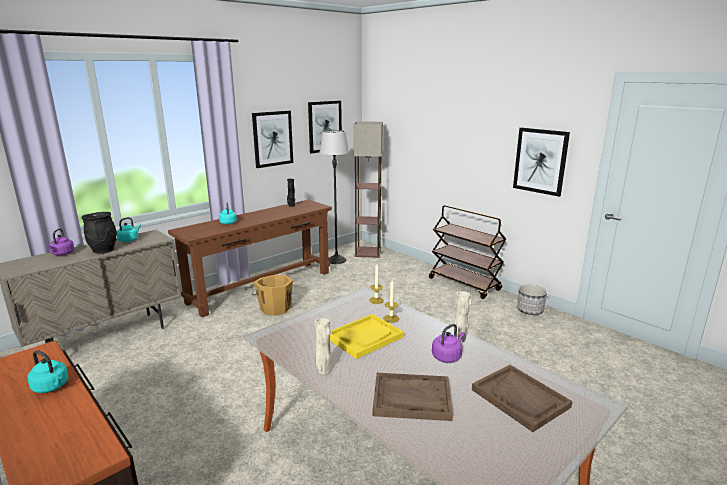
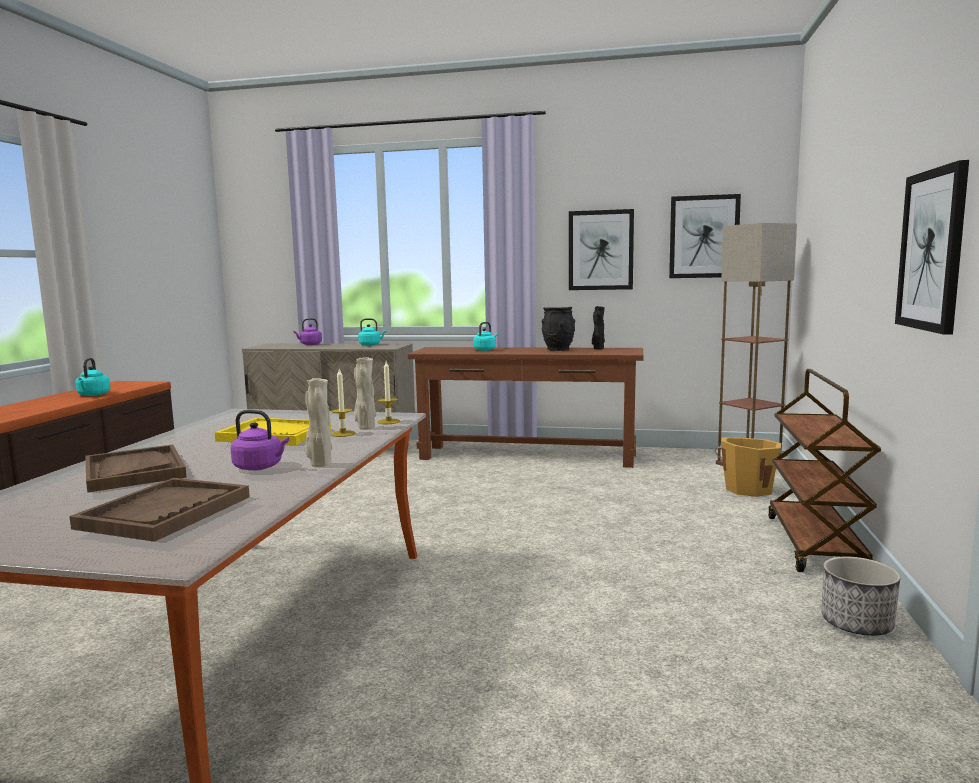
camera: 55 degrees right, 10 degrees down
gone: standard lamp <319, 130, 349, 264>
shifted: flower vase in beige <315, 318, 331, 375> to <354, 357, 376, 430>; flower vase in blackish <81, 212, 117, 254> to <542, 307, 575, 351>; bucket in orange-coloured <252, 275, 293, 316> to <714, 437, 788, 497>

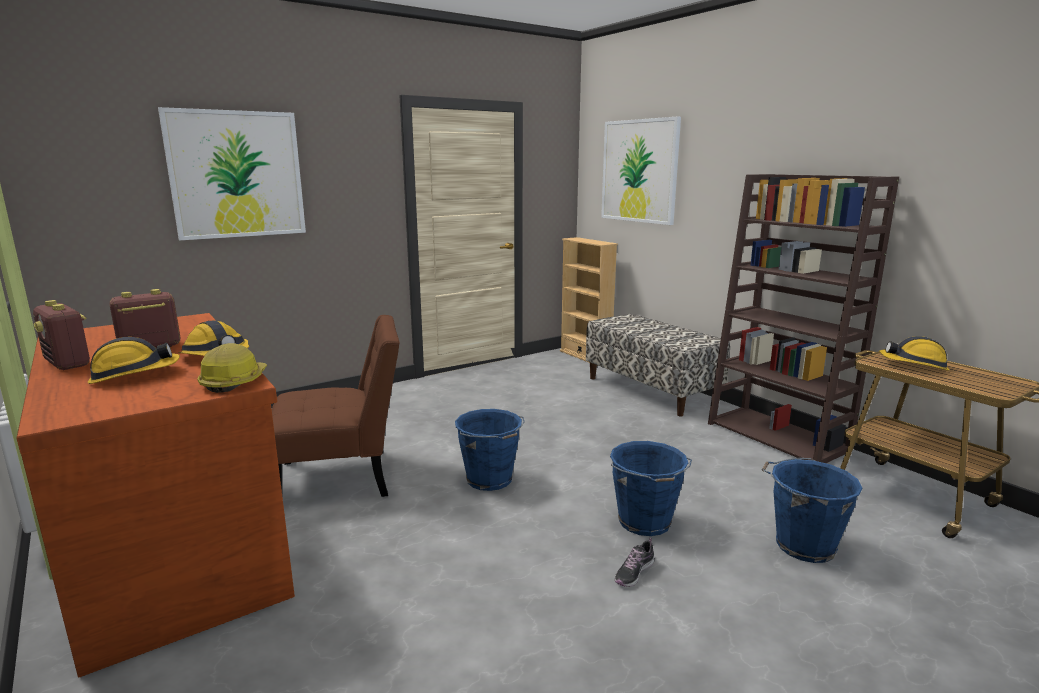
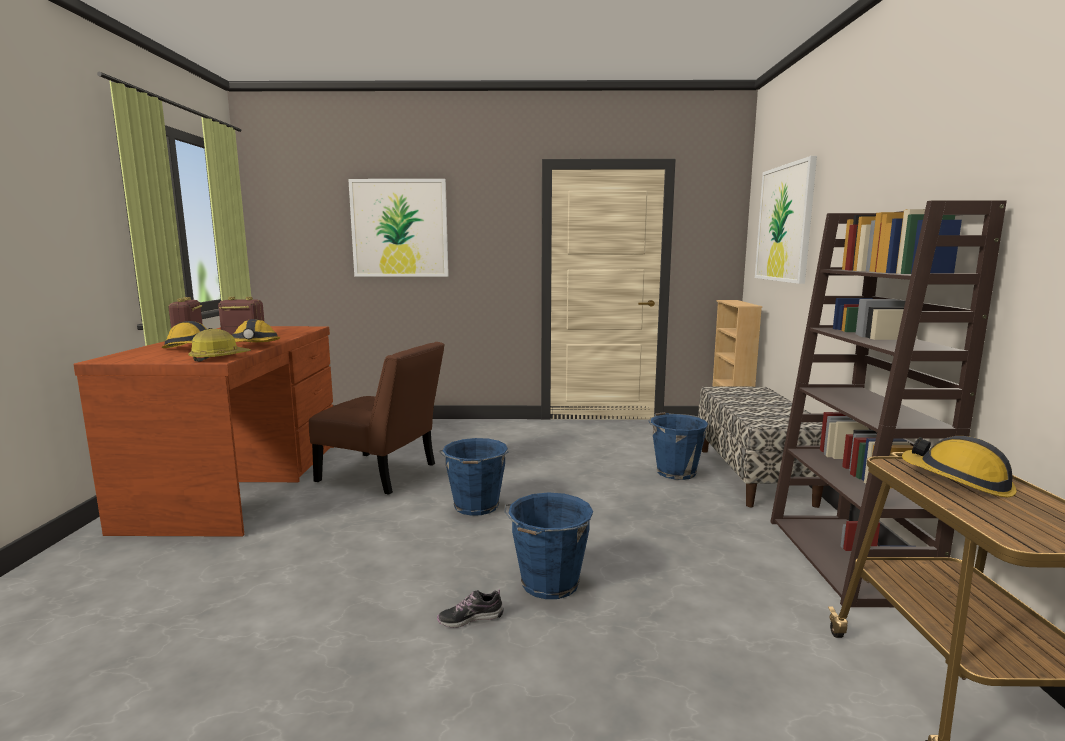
camera: 35 degrees right, 5 degrees down
shifted: bucket in blue-coloured <762, 458, 863, 563> to <649, 412, 708, 480>

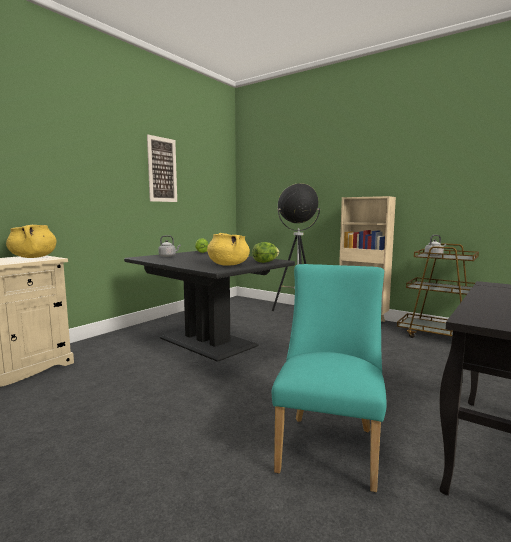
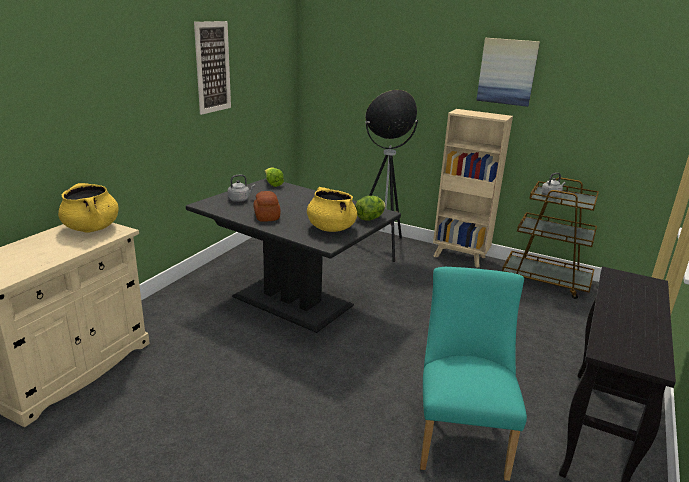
camera: 10 degrees left, 15 degrees up
new: baked bread <253, 191, 281, 222>; picture <476, 38, 540, 107>

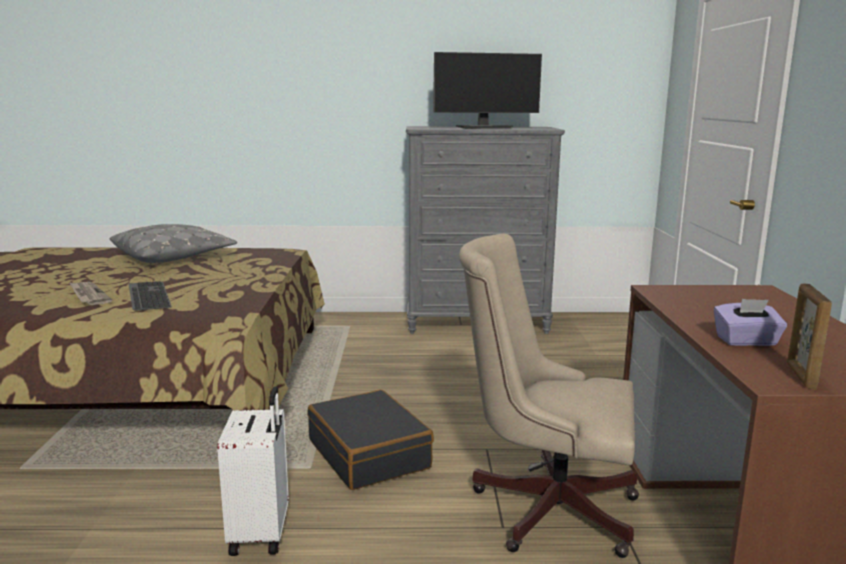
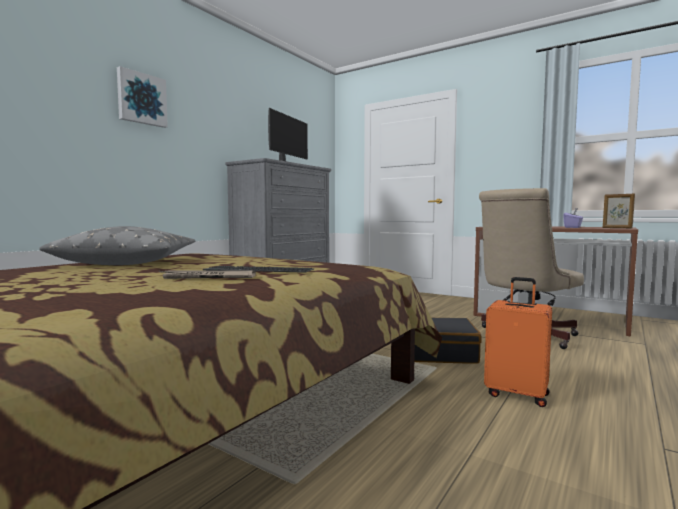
camera: 55 degrees left, 10 degrees down
new: picture <117, 66, 168, 128>
repainted: piece of luggage in whitish <217, 386, 289, 556> to piece of luggage in orange-coloured <484, 277, 552, 407>

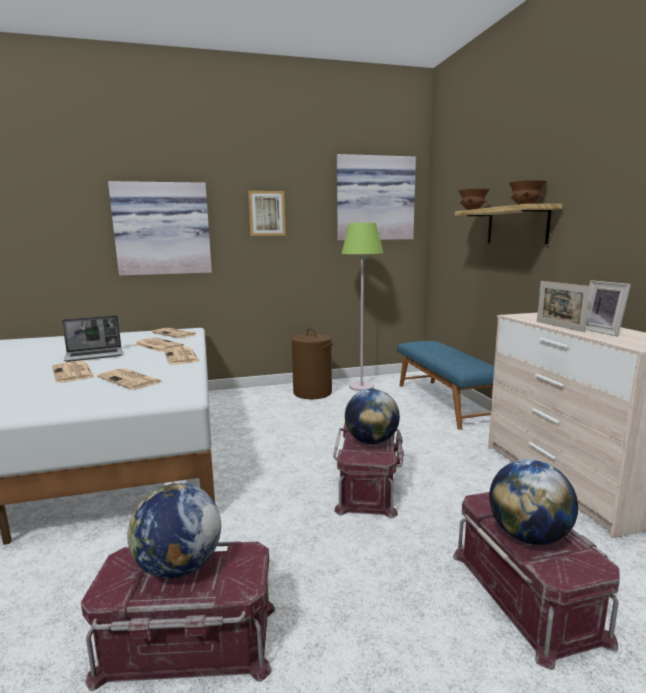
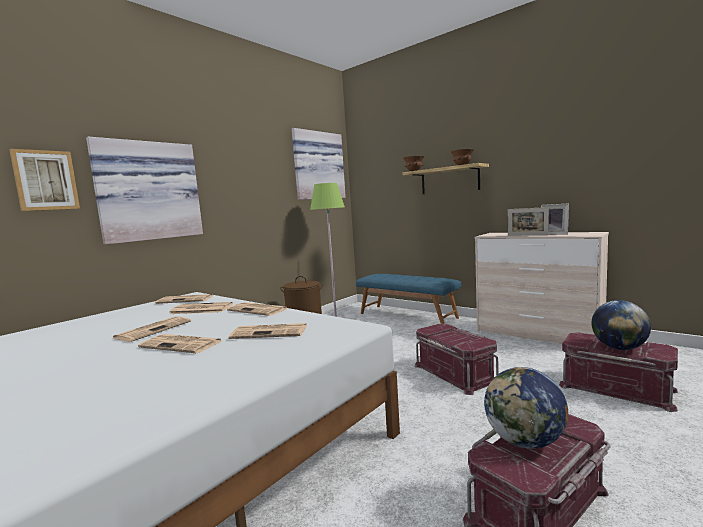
camera: 35 degrees left, 5 degrees down
gone: desk globe <345, 389, 400, 444>
shifted: picture <248, 191, 286, 236> to <9, 149, 80, 211>
swapped: laptop <62, 315, 123, 362> to daily paper <113, 316, 191, 342>

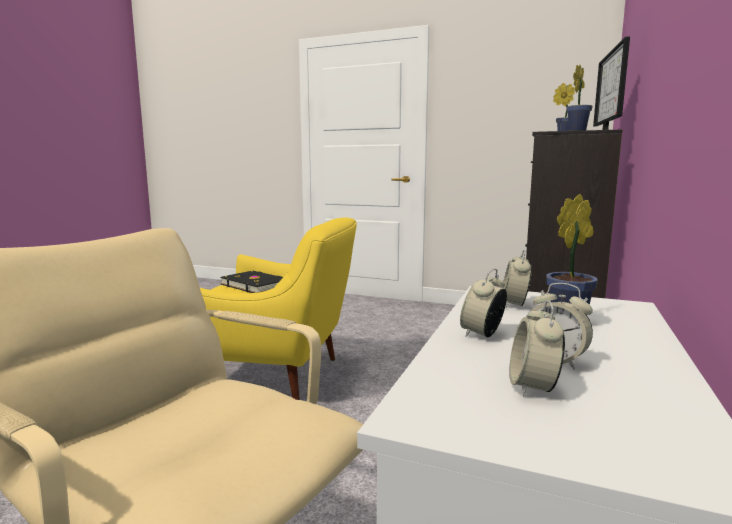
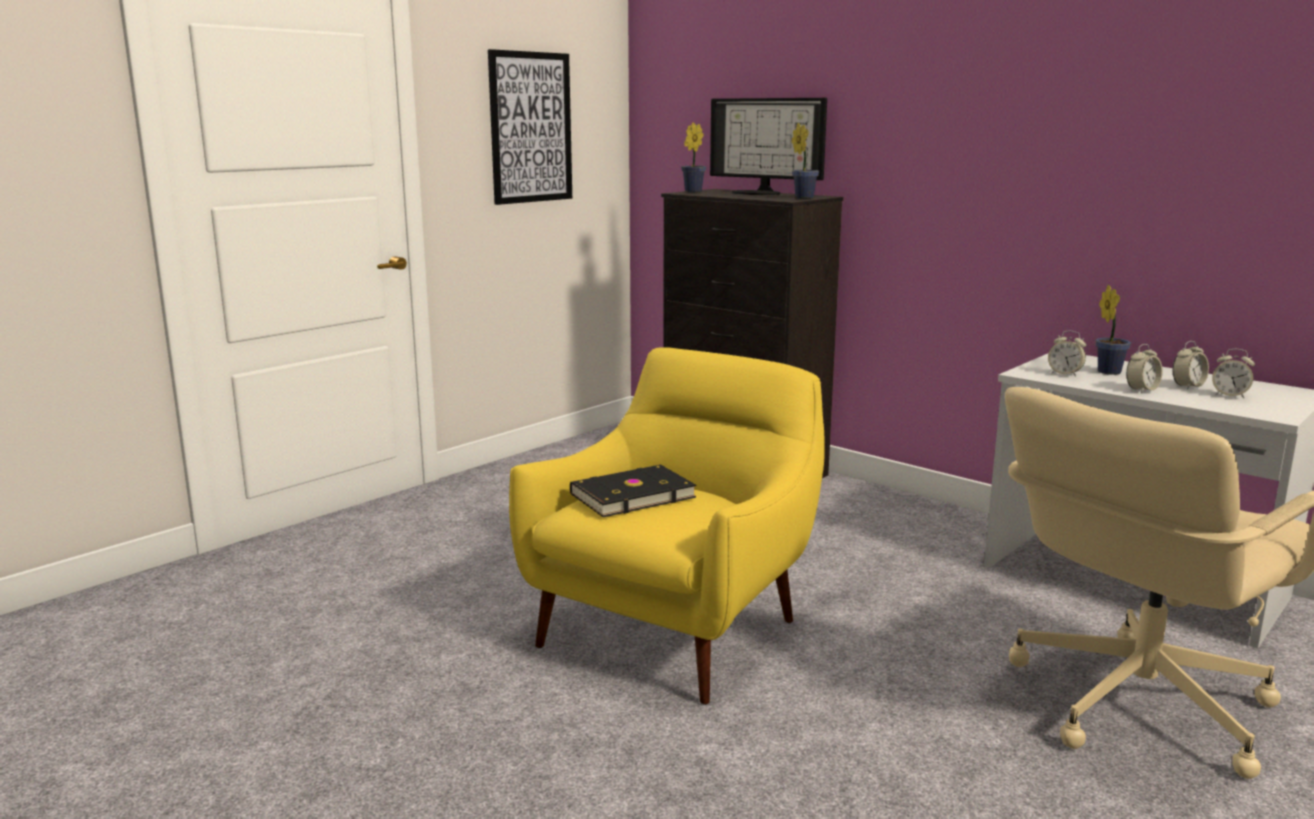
camera: 70 degrees left, 5 degrees up
new: picture <488, 49, 572, 205>
rotated: alarm clock <460, 269, 507, 337> = <1126, 344, 1163, 393> 90 degrees counterclockwise

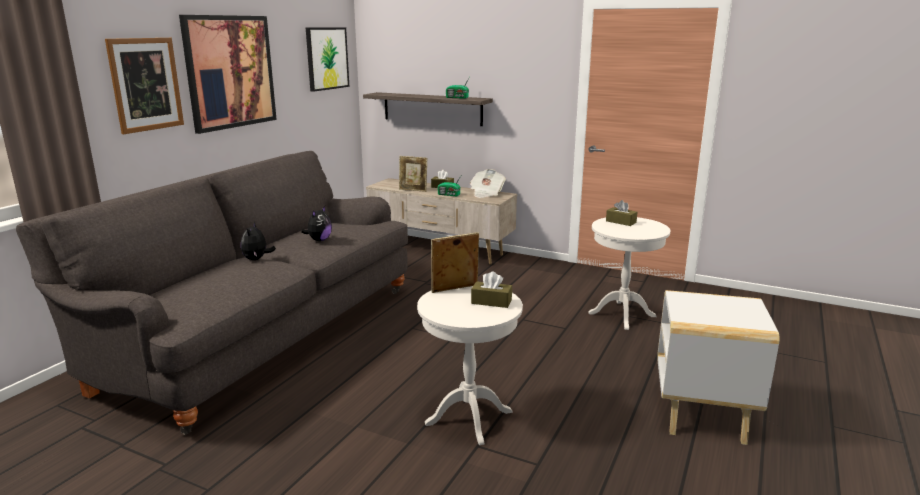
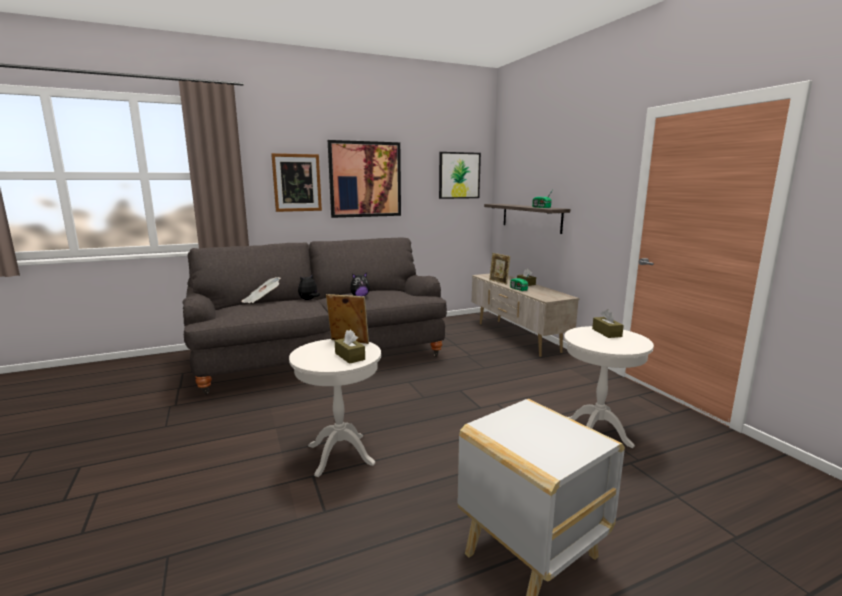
camera: 40 degrees right, 5 degrees down
shifted: daily paper <470, 169, 506, 198> to <241, 277, 281, 303>

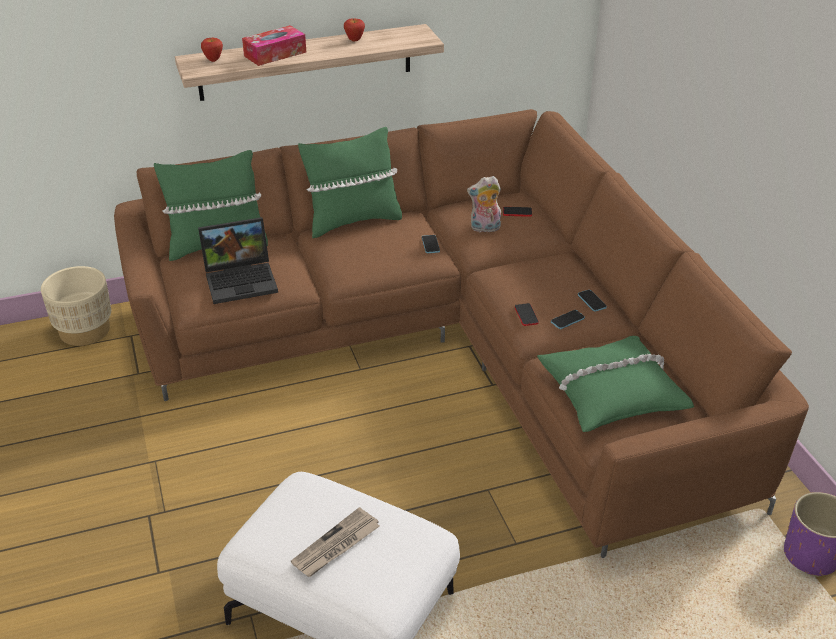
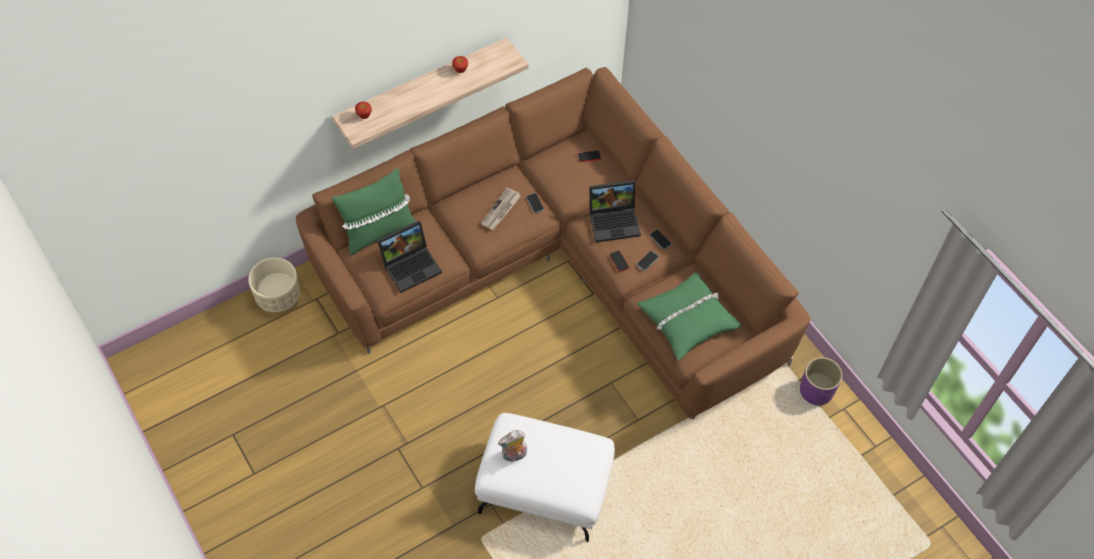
camera: 15 degrees left, 20 degrees up
gone: tissue holder <242, 25, 306, 66>; pillow in greenish <298, 127, 402, 238>
new: laptop <589, 180, 641, 242>
shifted: daily paper <291, 507, 380, 577> to <481, 187, 521, 230>; plush toy <467, 176, 501, 232> to <498, 430, 527, 462>

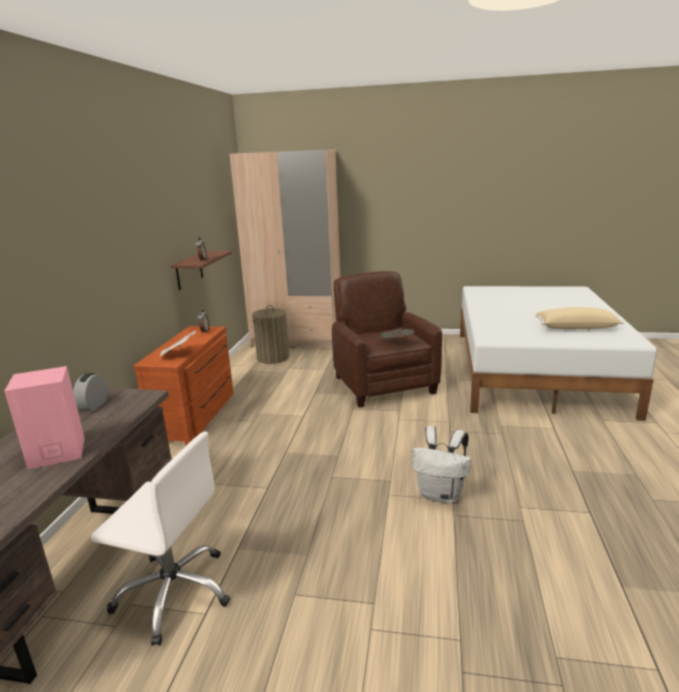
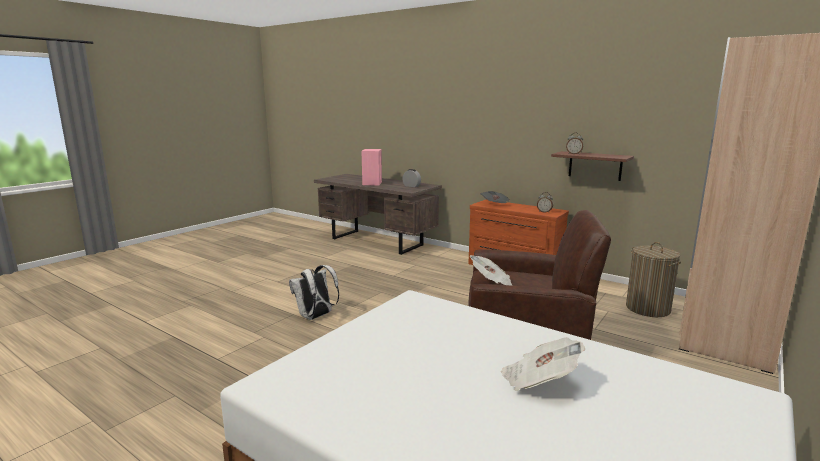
camera: 115 degrees right, 5 degrees down
gone: office chair in whitish <91, 432, 231, 646>; pillow in beige <535, 307, 623, 329>
new: daily paper <501, 337, 585, 391>

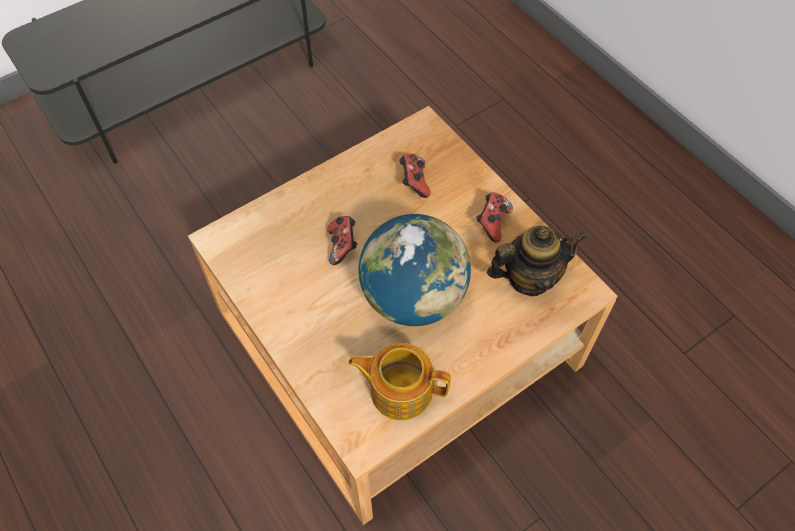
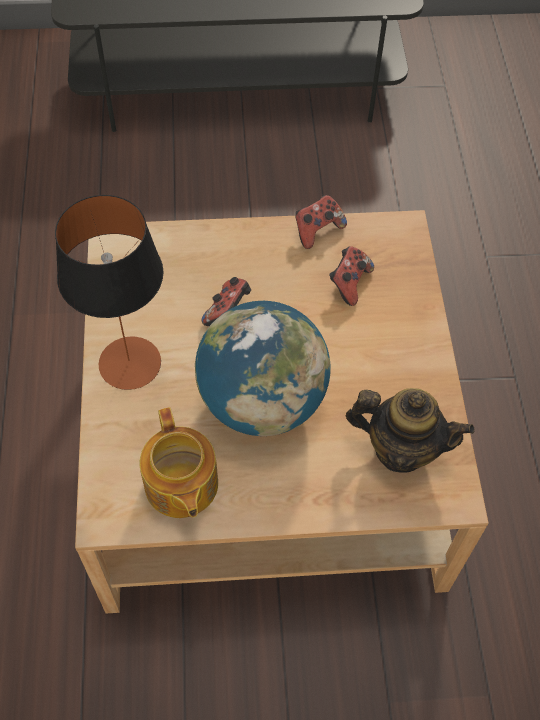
camera: 30 degrees right, 0 degrees up
new: table lamp <55, 195, 163, 390>
shifted: game controller <477, 192, 513, 243> to <295, 195, 347, 249>
rotated: teapot <348, 343, 450, 420> = <139, 407, 218, 518> 150 degrees counterclockwise

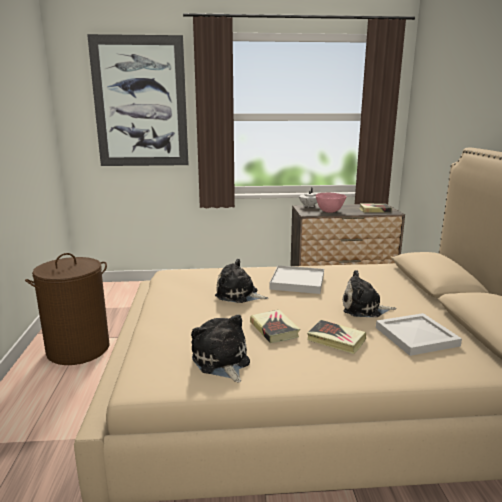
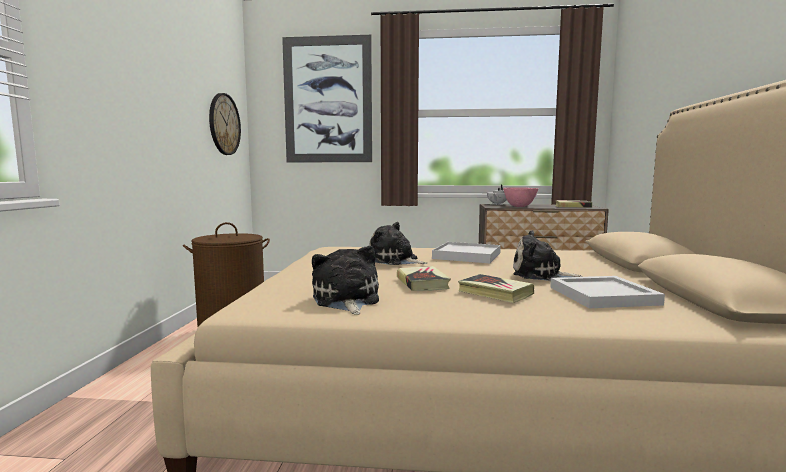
camera: 10 degrees right, 10 degrees down
new: wall clock <209, 93, 241, 155>

